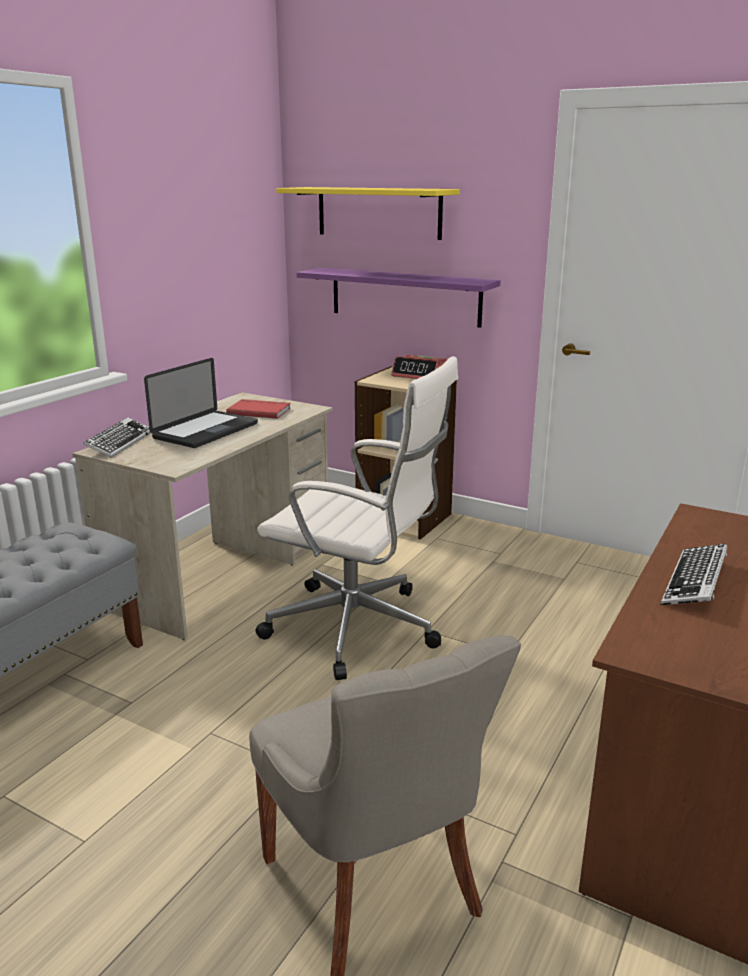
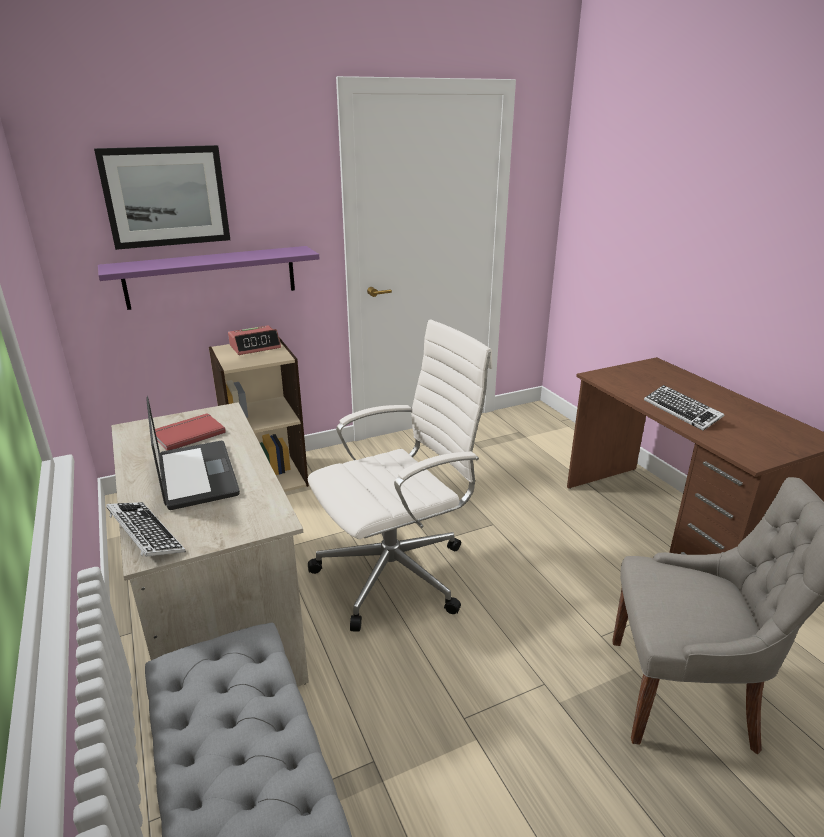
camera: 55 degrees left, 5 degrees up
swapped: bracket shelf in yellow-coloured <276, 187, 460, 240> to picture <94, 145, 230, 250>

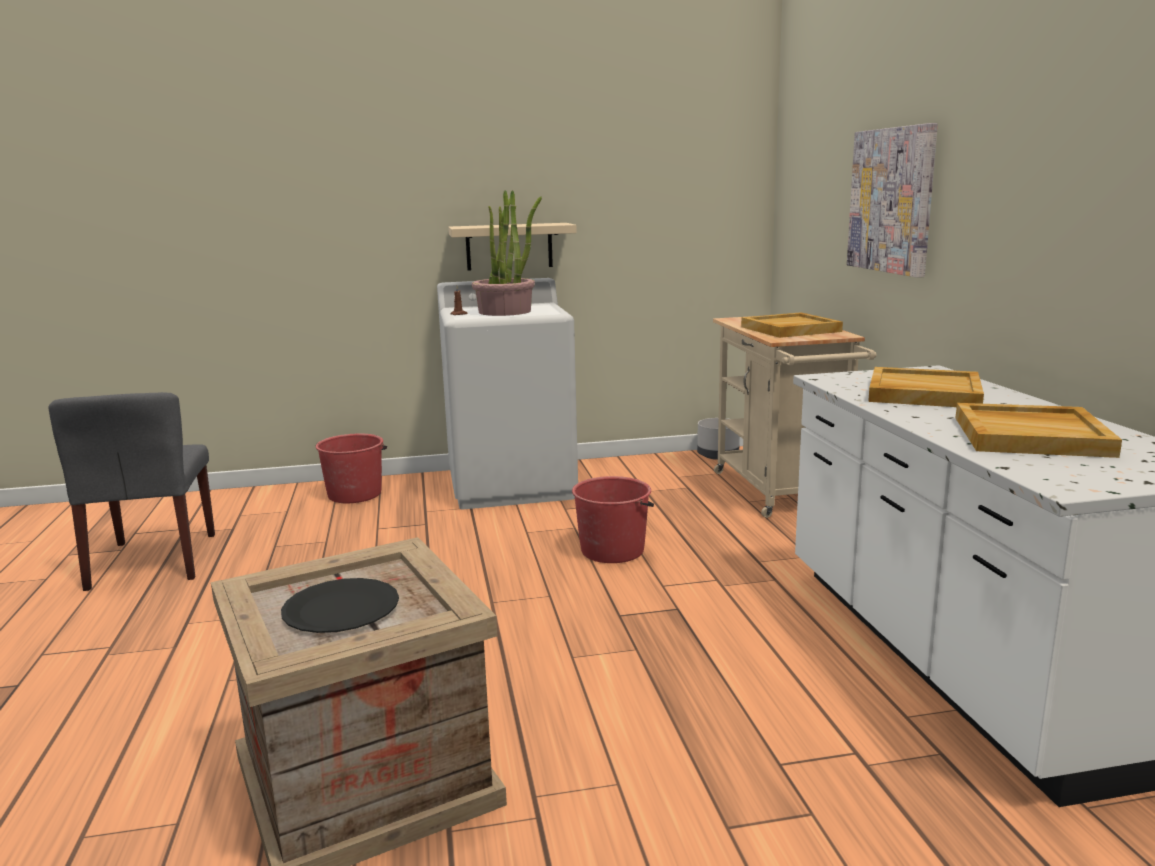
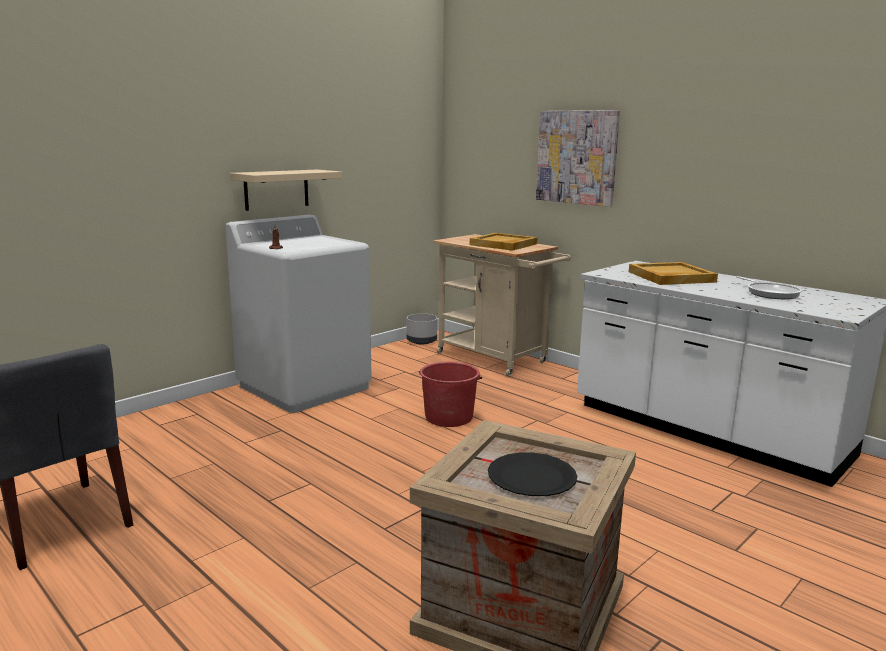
camera: 35 degrees left, 0 degrees up
gone: bucket in red-coloured <315, 434, 387, 503>; plant in a pot <472, 190, 542, 316>
swapped: carrying tray in beige <956, 403, 1122, 458> to frying pan <736, 276, 801, 299>

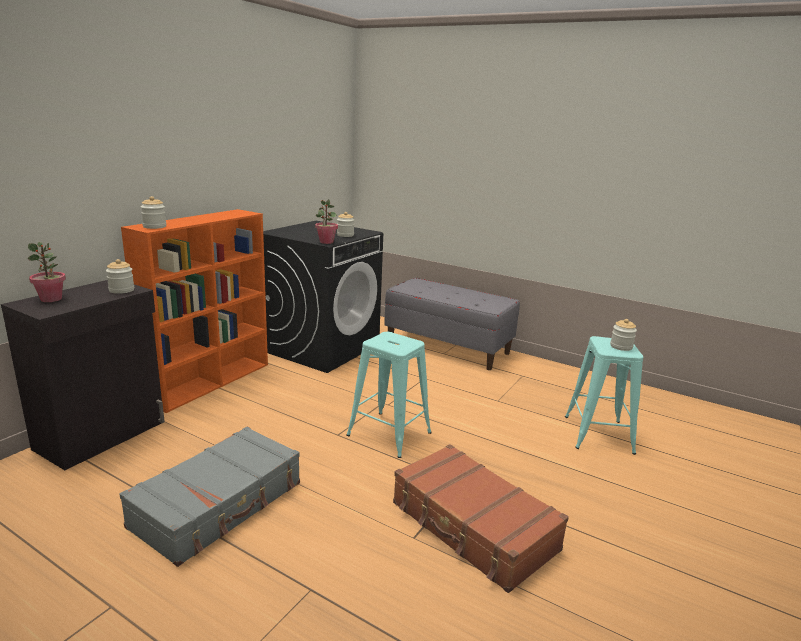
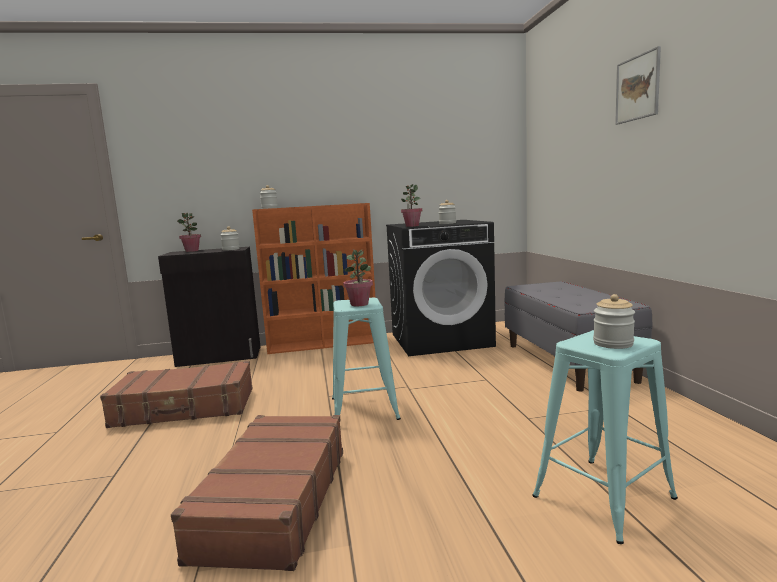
camera: 50 degrees right, 10 degrees down
new: plant in a pot <343, 249, 373, 306>; picture <615, 46, 661, 125>
repainted: piece of luggage in grey <119, 427, 300, 567> to piece of luggage in brown-coloured <100, 361, 253, 428>

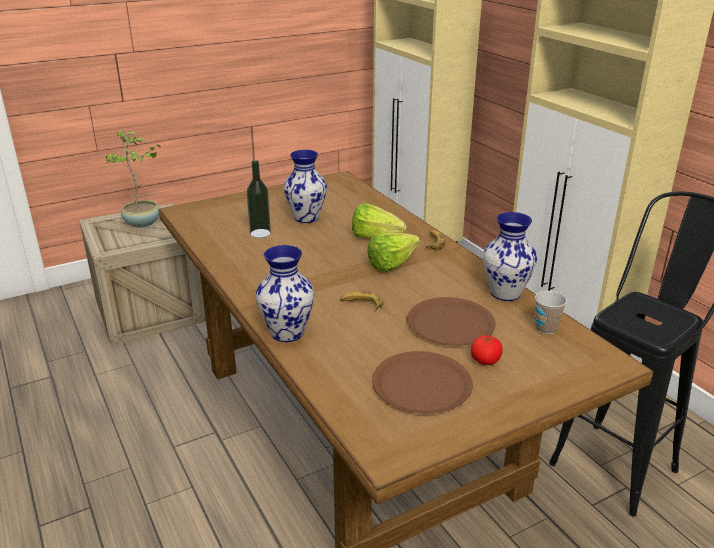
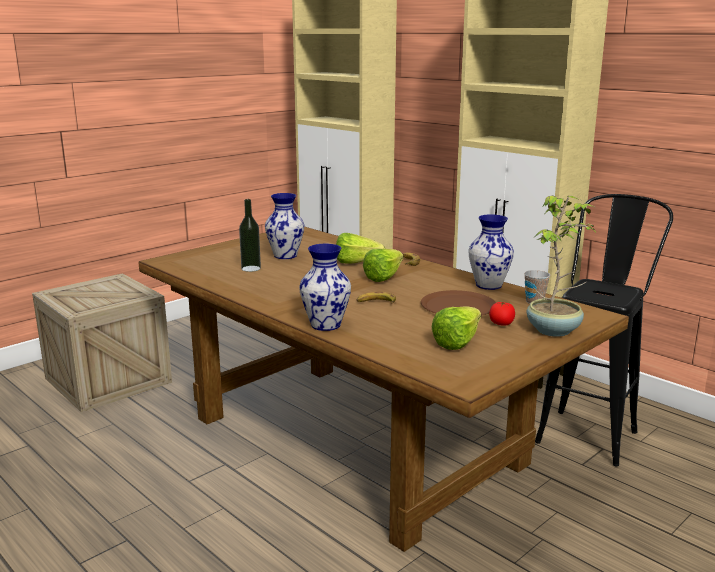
camera: 15 degrees left, 10 degrees down
shifted: plant in a pot <106, 130, 161, 228> to <526, 195, 596, 337>
swapped: flat dish in brown-coloured <372, 351, 473, 414> to lettuce <432, 307, 481, 350>

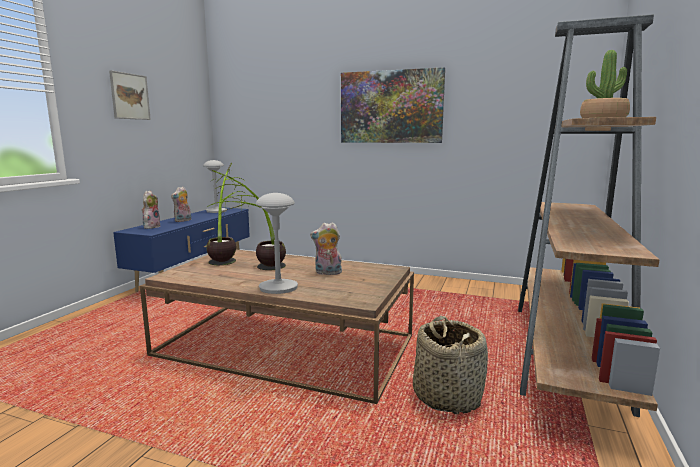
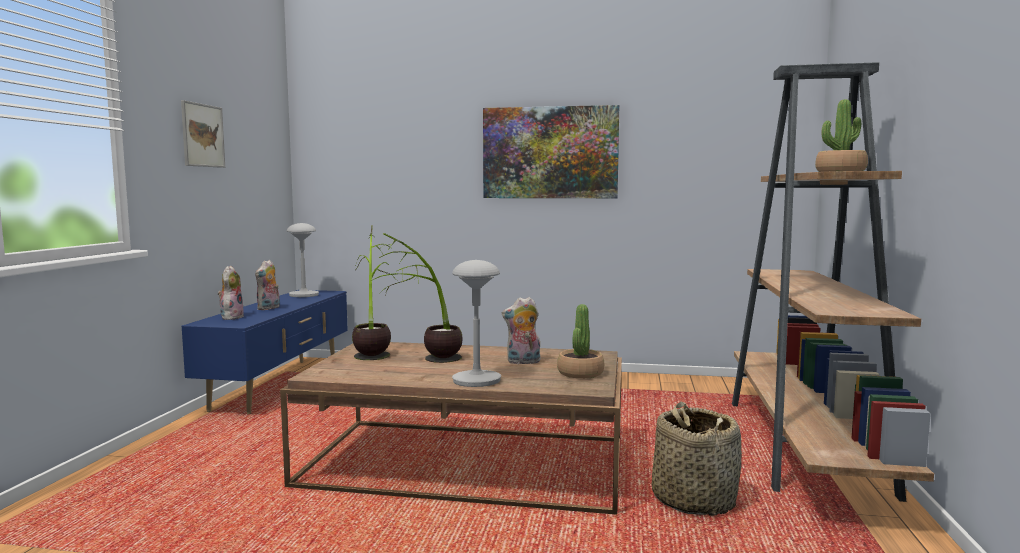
camera: 10 degrees left, 5 degrees down
new: plant in a pot <557, 304, 604, 379>

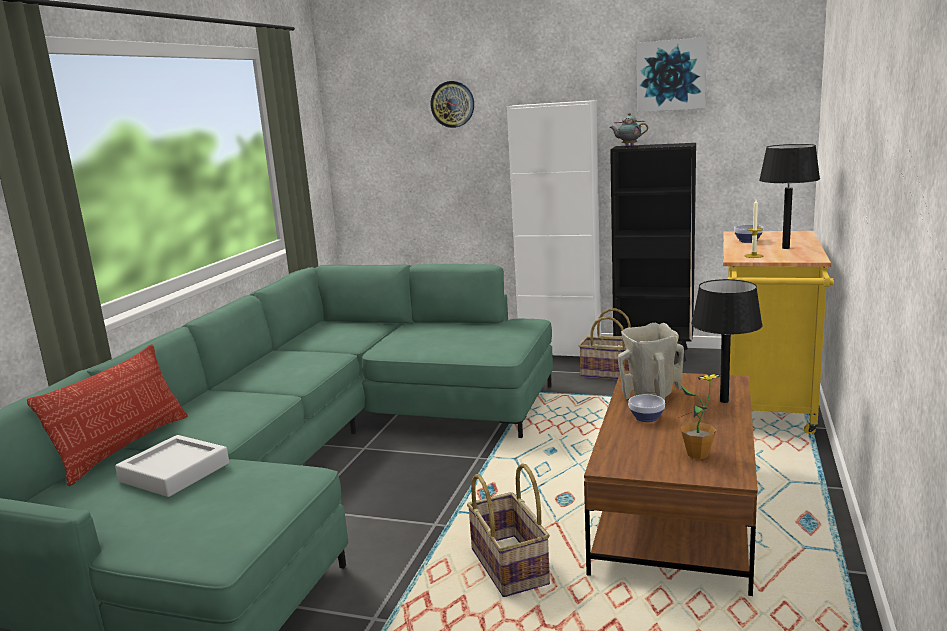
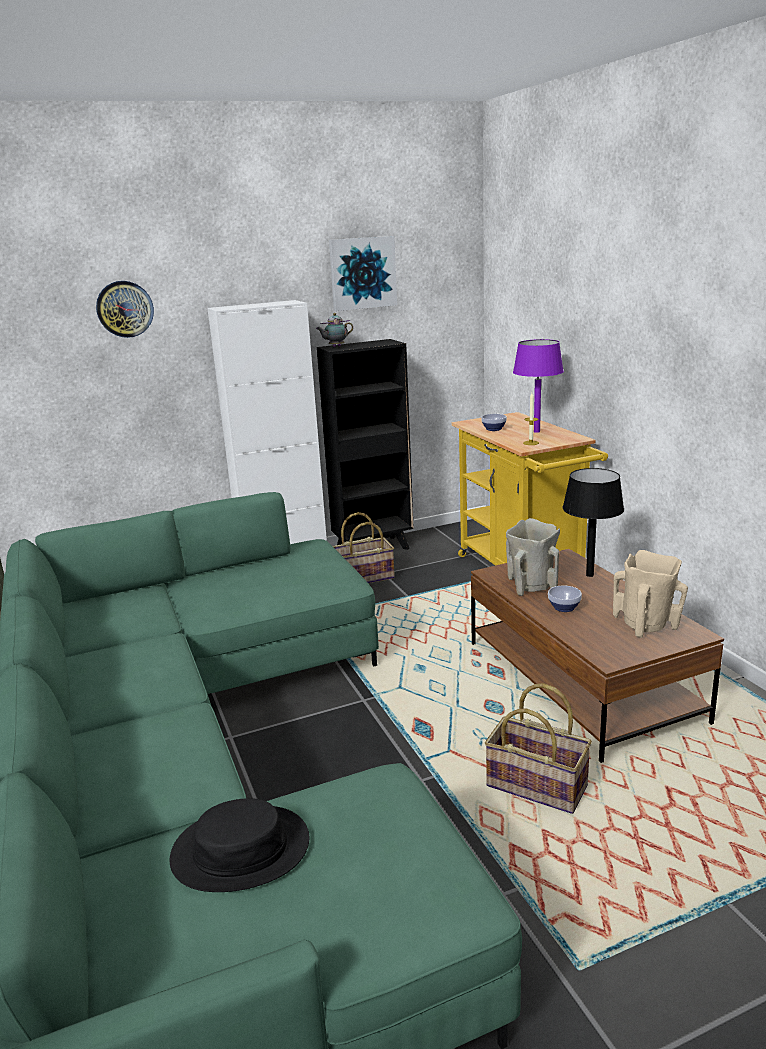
camera: 40 degrees left, 5 degrees up
gone: pillow <27, 344, 188, 486>
swapped: carrying tray in grey <115, 435, 229, 497> to wearable hat in blackish <169, 798, 309, 892>; plant in a pot <678, 374, 720, 459> to flower vase in beige <613, 550, 688, 638>
repainted: table lamp in blackish <759, 144, 820, 249> to table lamp in purplish <513, 339, 564, 433>

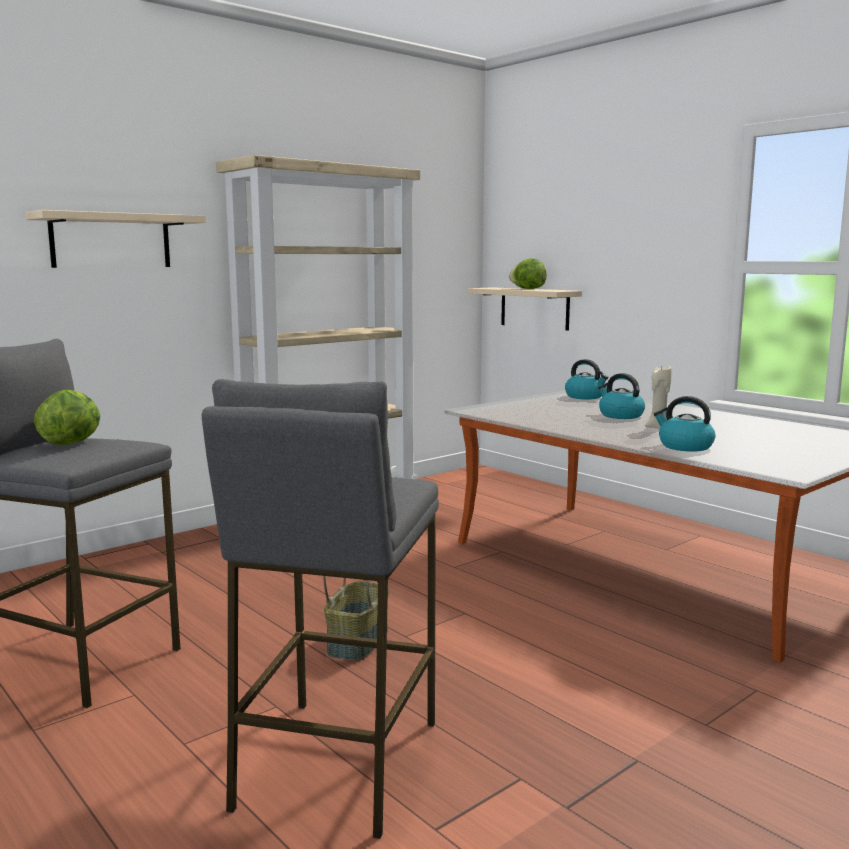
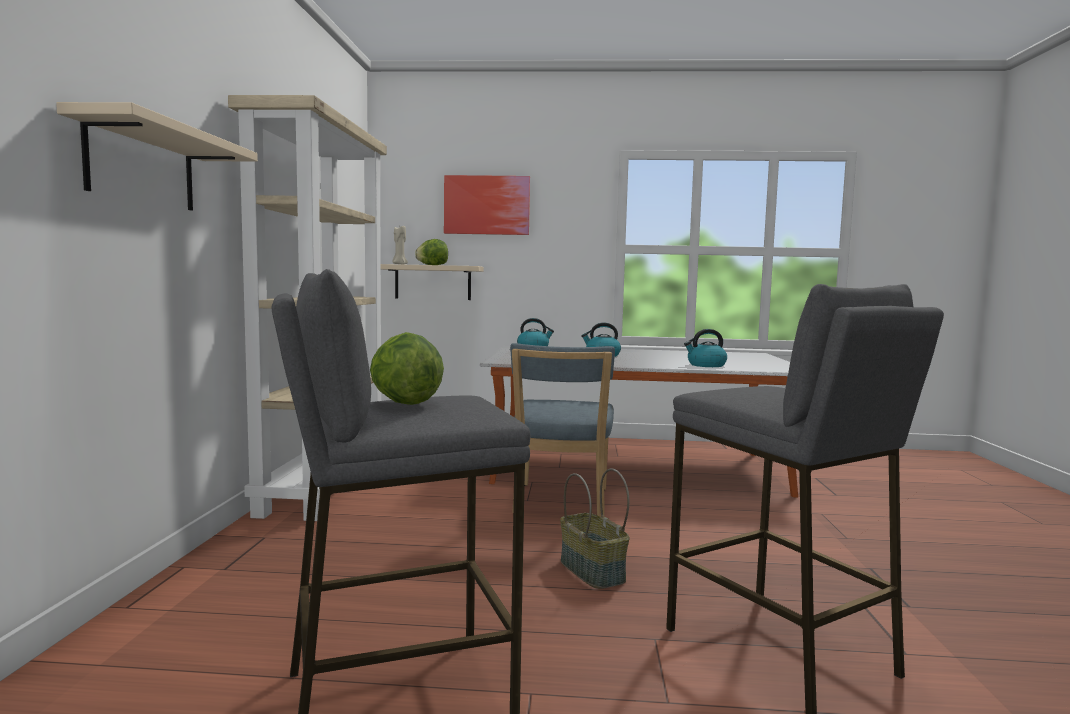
camera: 45 degrees left, 5 degrees down
new: picture <444, 175, 530, 235>; plain chair in blue-coloured <510, 343, 615, 517>
shifted: candle in beige <645, 366, 672, 429> to <392, 226, 408, 265>

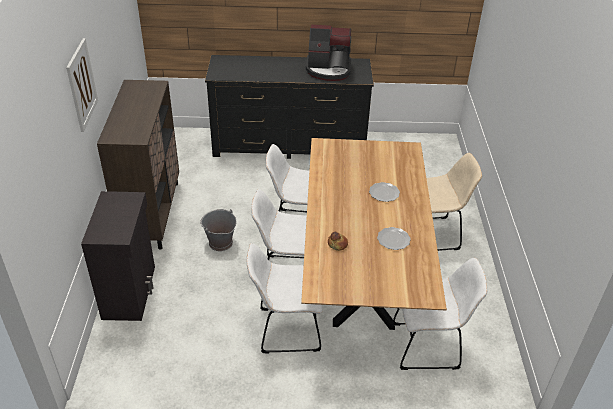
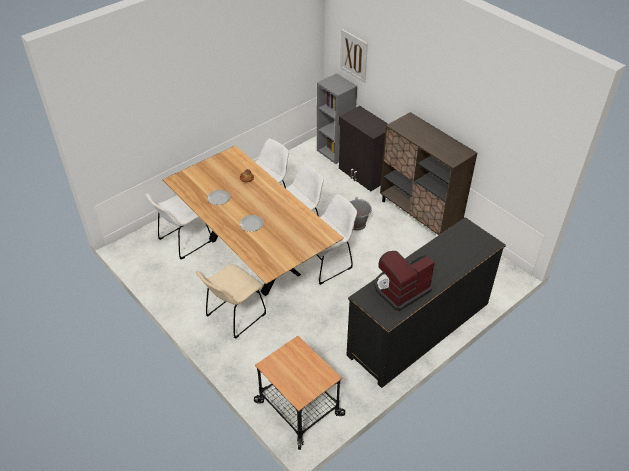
camera: 140 degrees right, 5 degrees up
new: trolley <254, 336, 345, 450>; bookshelf in grey <317, 73, 357, 164>
shifted: picture <66, 38, 98, 132> to <340, 29, 368, 83>

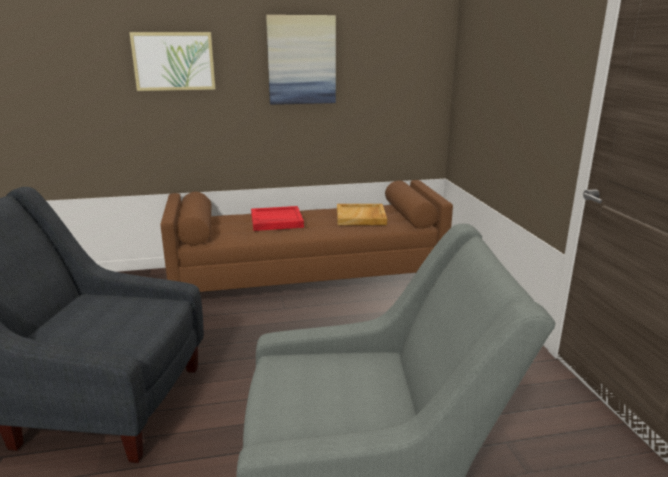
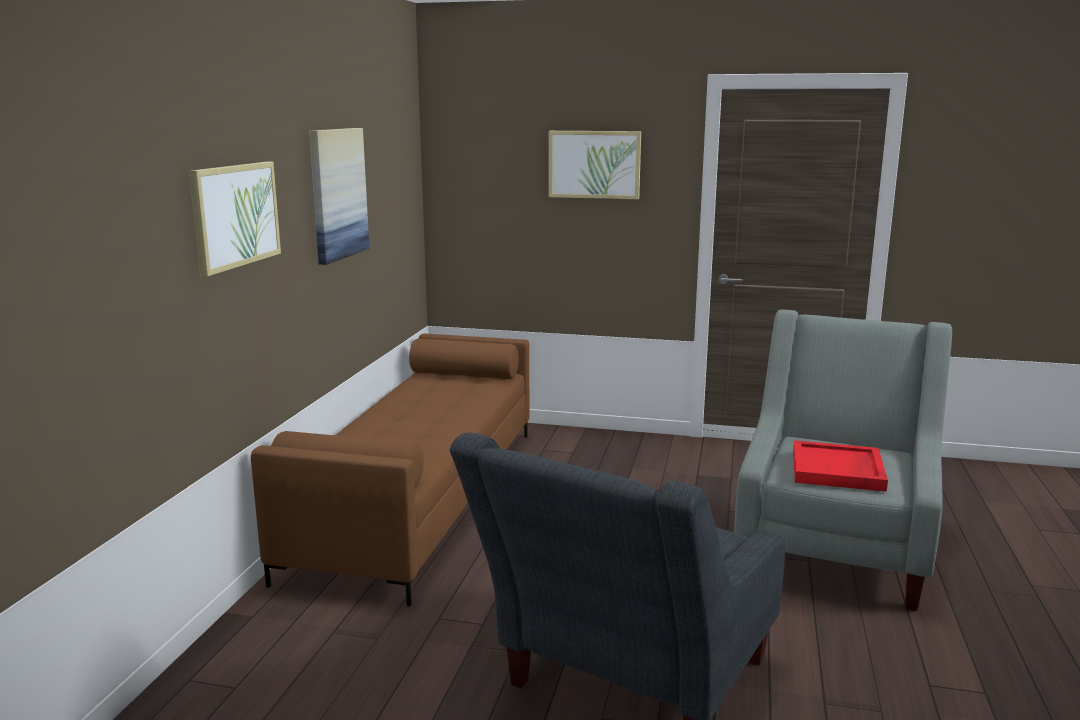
camera: 65 degrees left, 5 degrees down
gone: carrying tray in beige <337, 204, 387, 225>
new: picture <549, 131, 641, 199>
shifted: carrying tray in red-coloured <251, 206, 304, 231> to <793, 440, 888, 492>

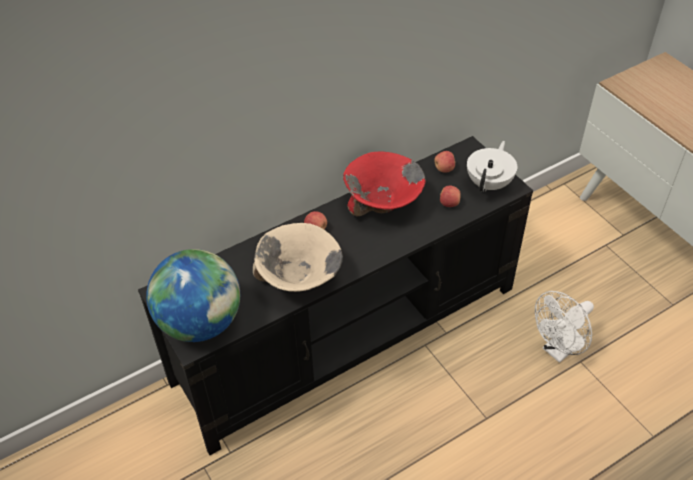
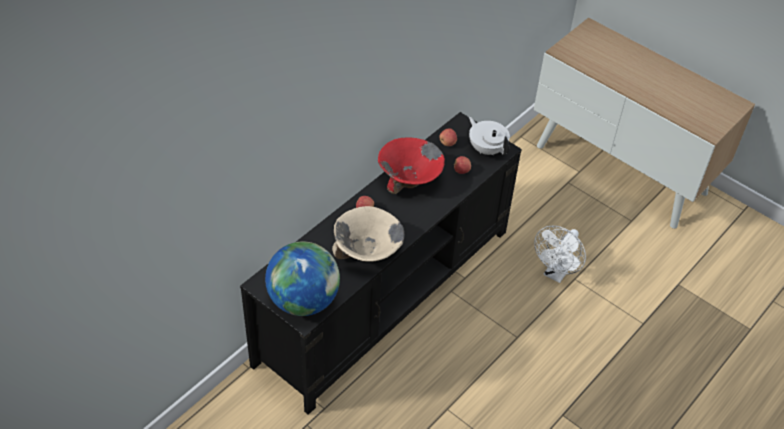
camera: 20 degrees left, 0 degrees up
rotated: teapot in whitish <467, 141, 517, 192> = <469, 117, 510, 155> 45 degrees counterclockwise

